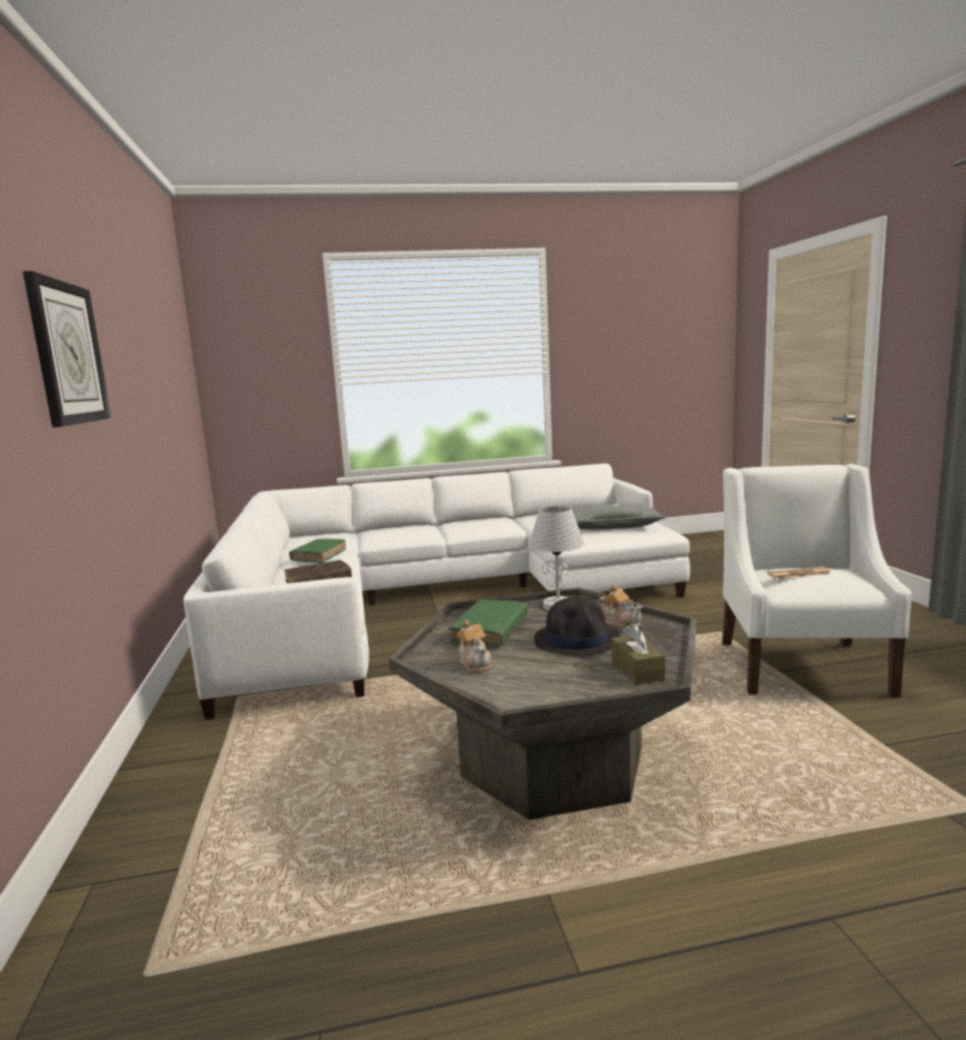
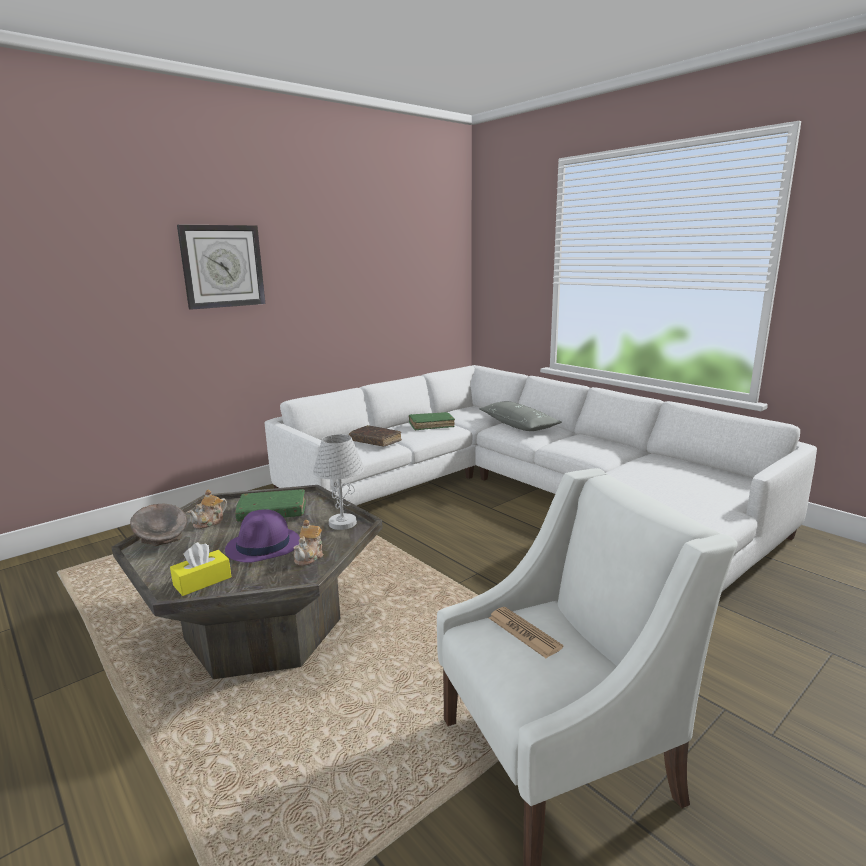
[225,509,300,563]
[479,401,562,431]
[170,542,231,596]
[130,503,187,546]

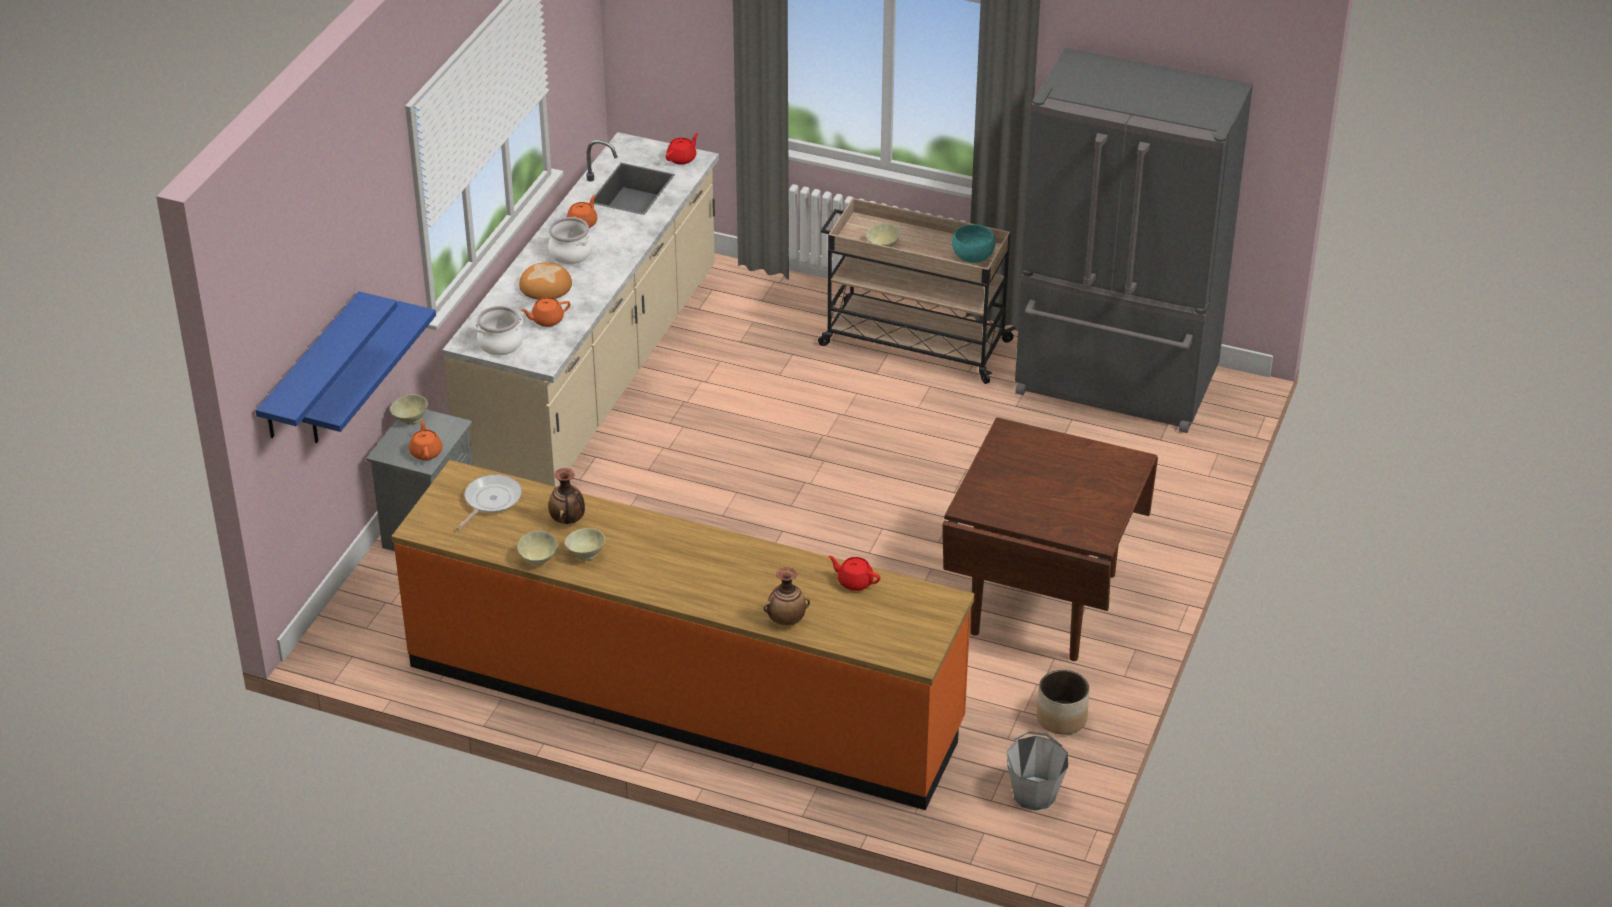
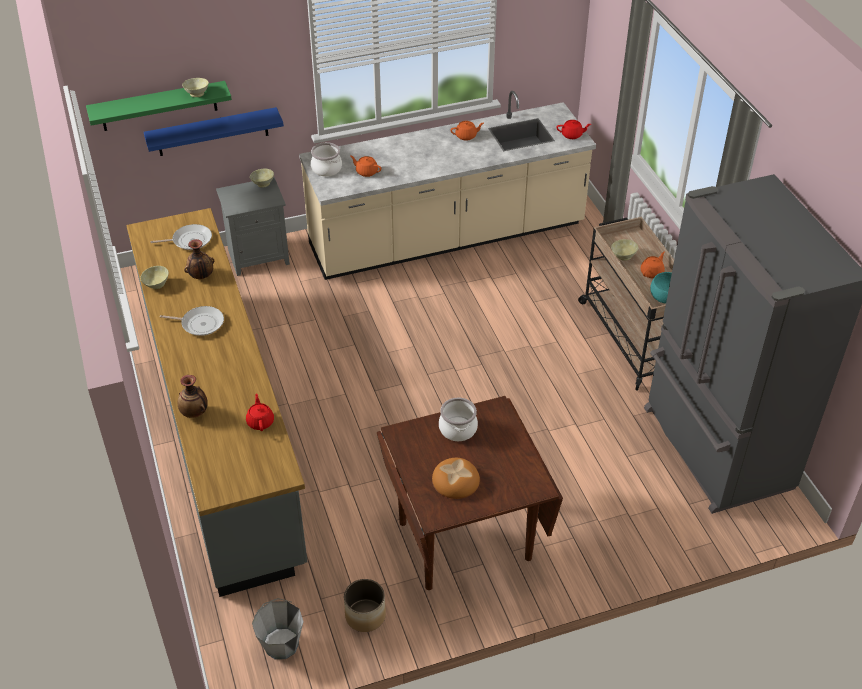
[86,81,232,131]
[126,208,308,597]
[640,252,665,278]
[432,458,480,499]
[439,398,478,441]
[182,78,209,97]
[160,306,224,336]

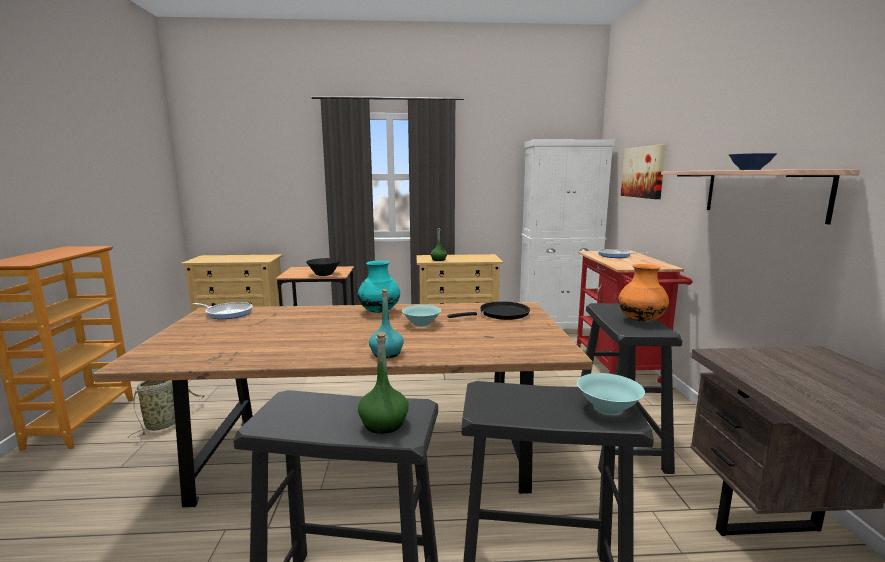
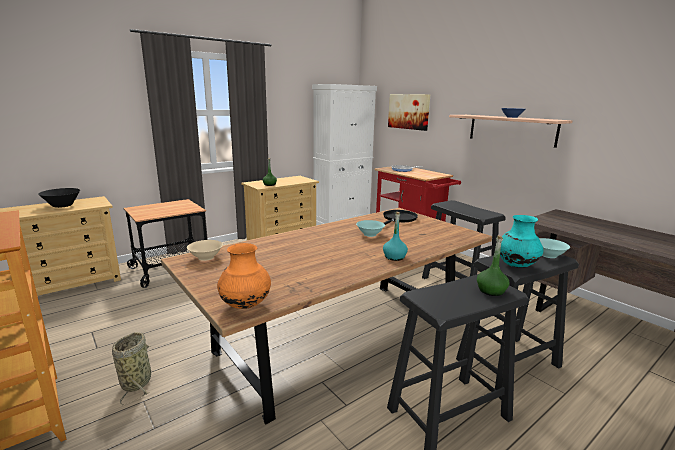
[187,240,223,261]
[38,188,80,208]
[500,215,543,268]
[217,243,271,309]

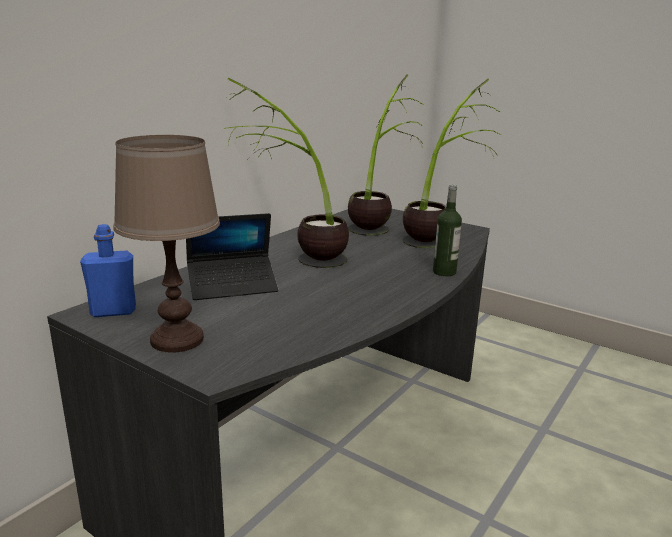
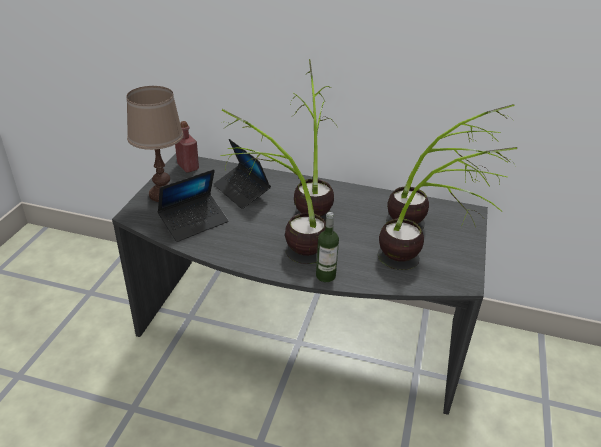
[175,121,199,173]
[158,169,228,242]
[220,109,326,264]

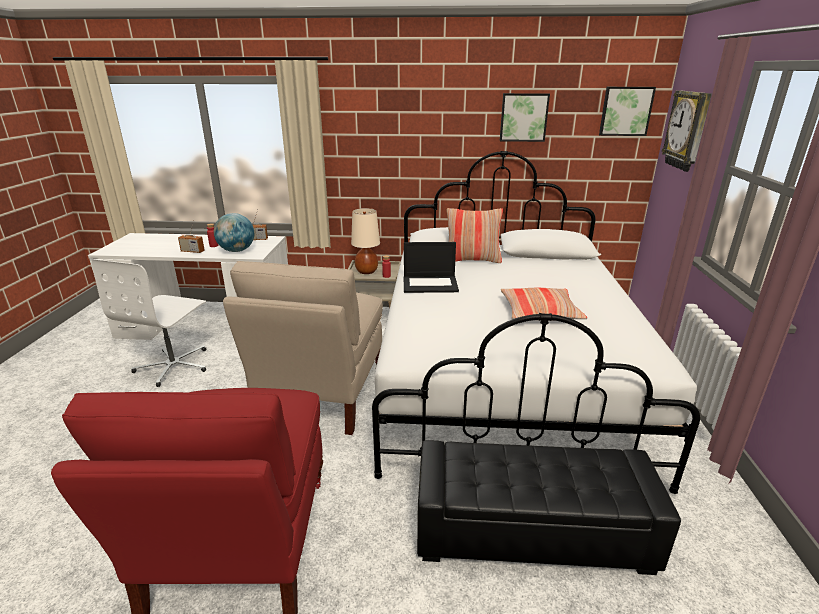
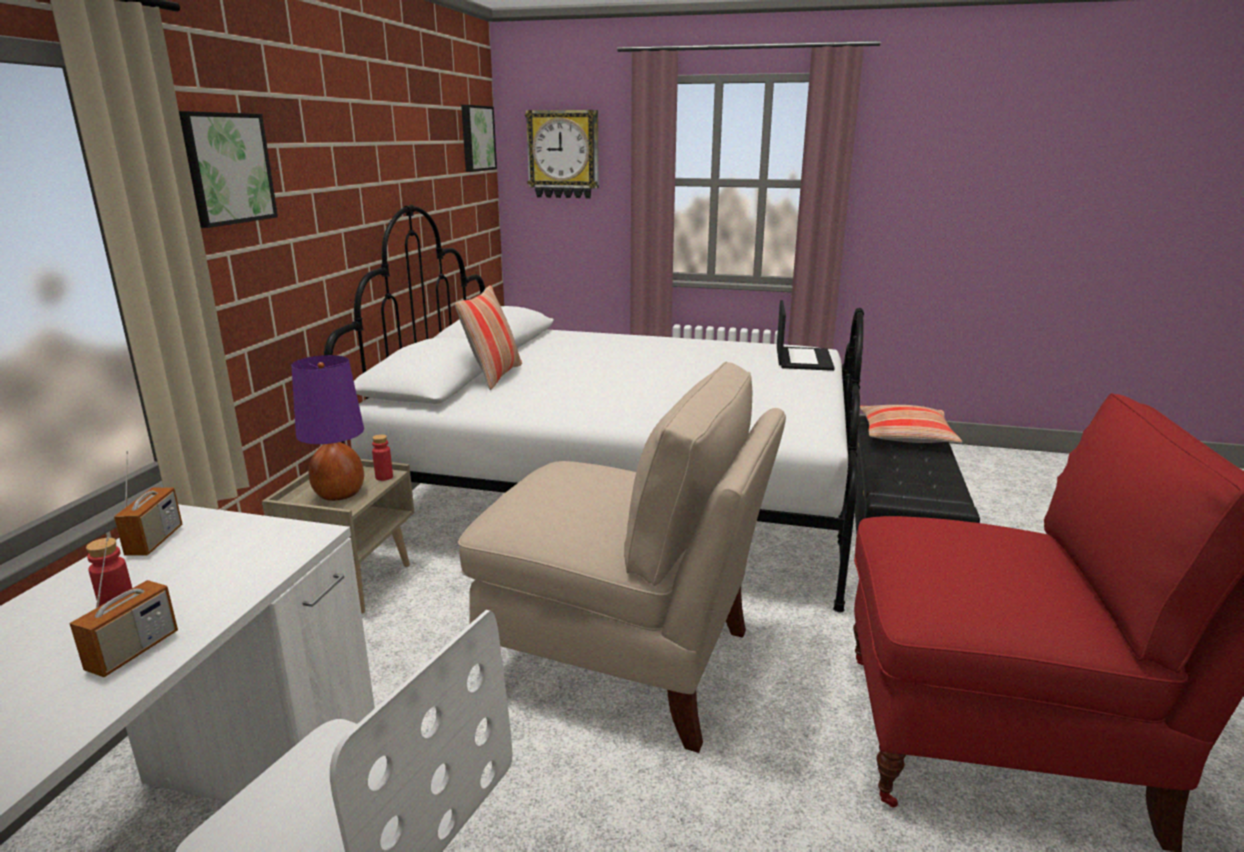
[214,213,254,252] (first image)
[291,355,364,501]
[777,300,835,371]
[179,111,278,228]
[860,405,962,443]

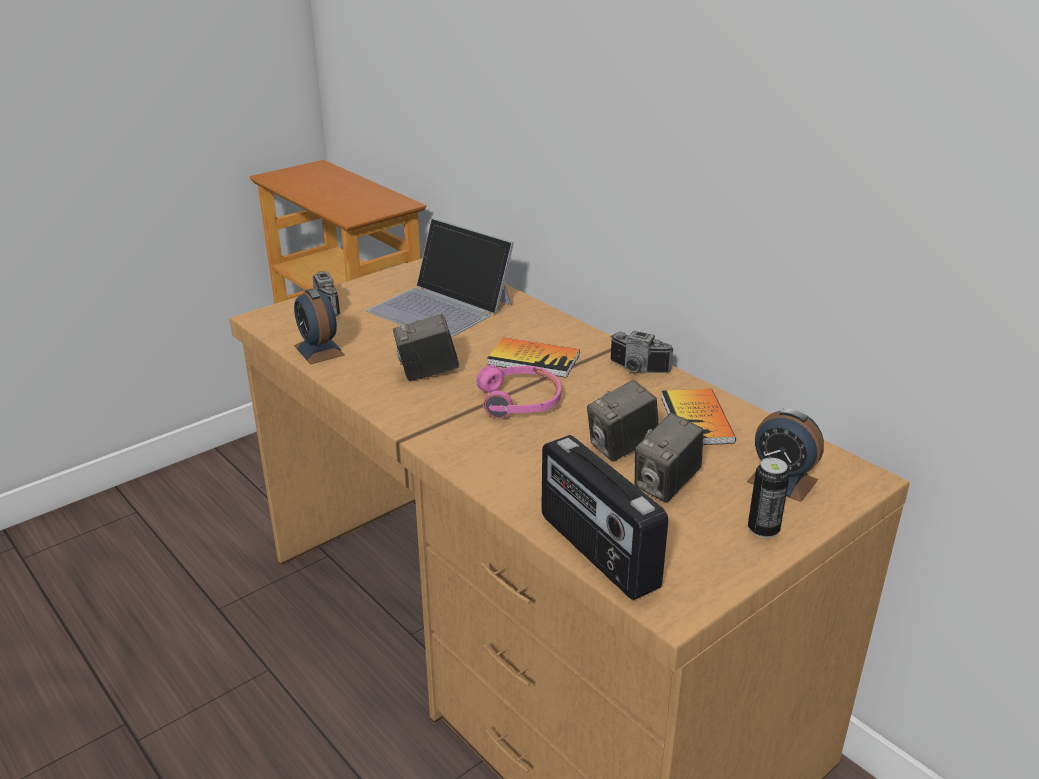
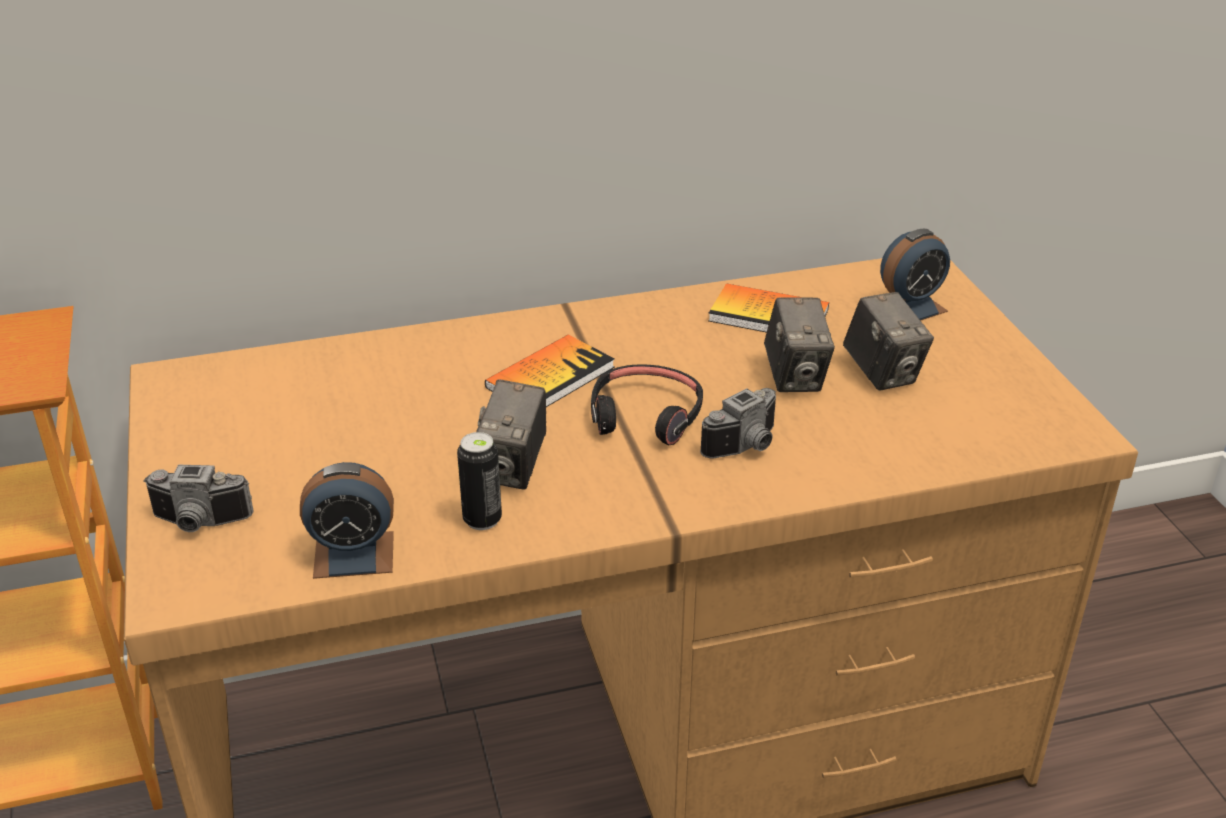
[367,218,514,337] (first image)
[591,364,703,445]
[541,435,668,600] (first image)
[700,388,776,458]
[457,432,502,530]

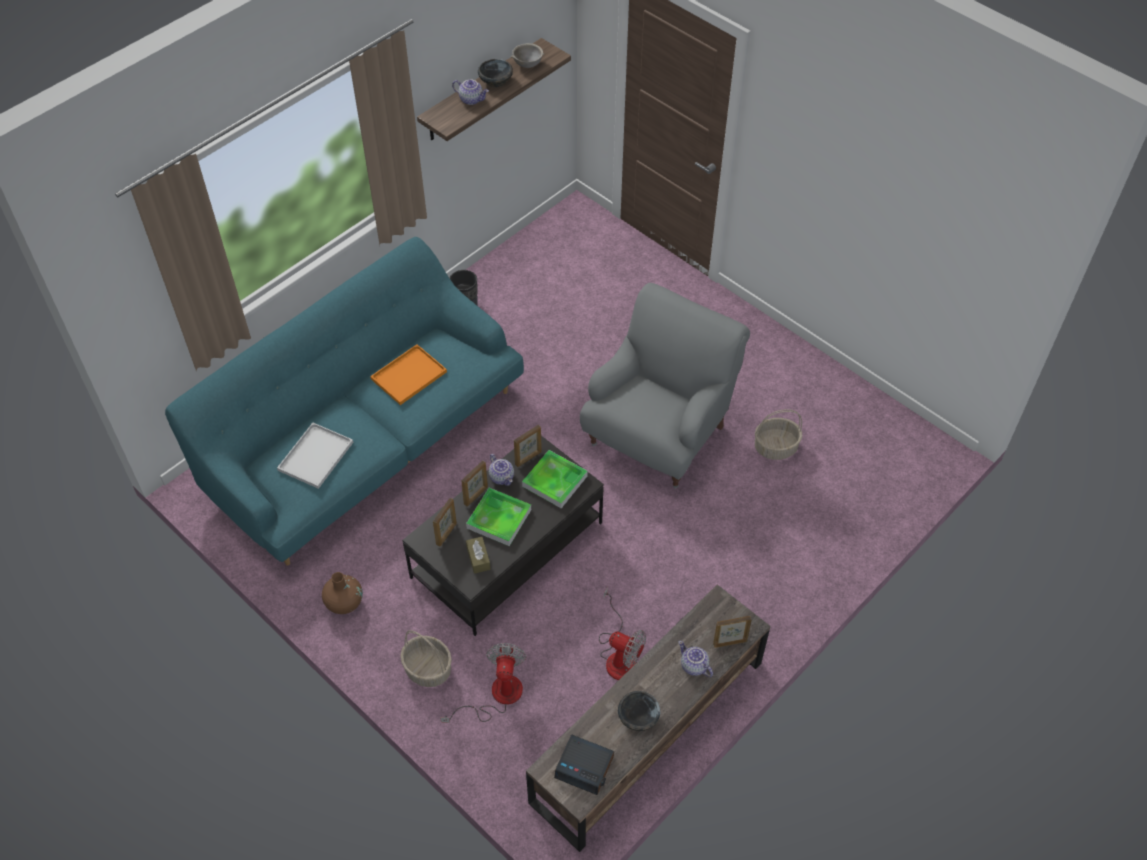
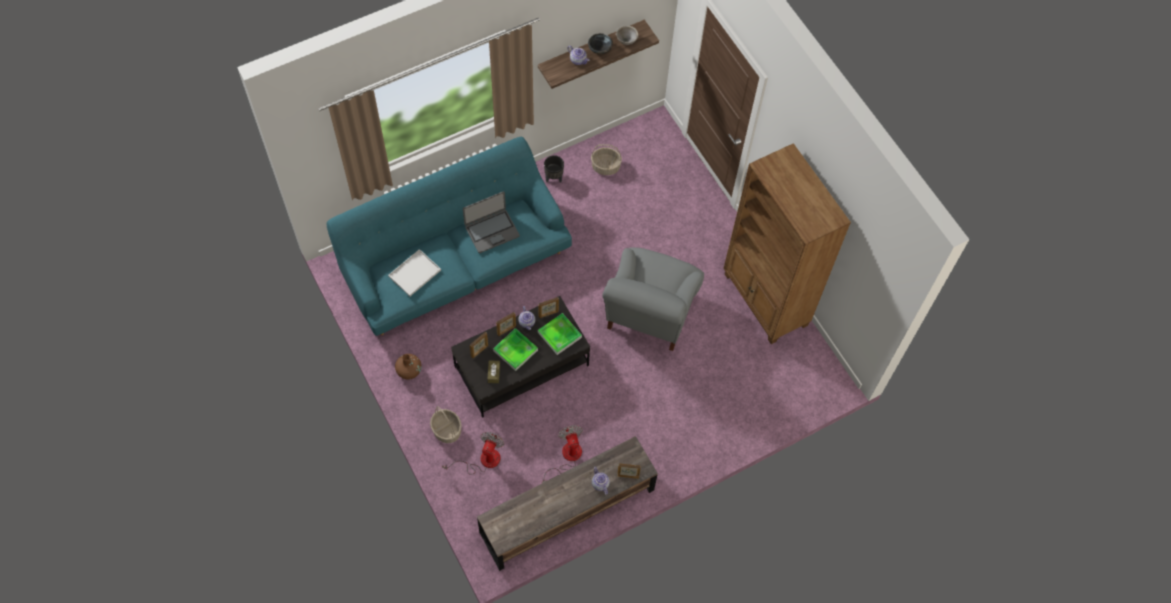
[463,191,520,253]
[554,734,614,795] (first image)
[602,247,704,351]
[542,425,583,483]
[618,691,660,731] (first image)
[591,144,622,175]
[723,143,851,344]

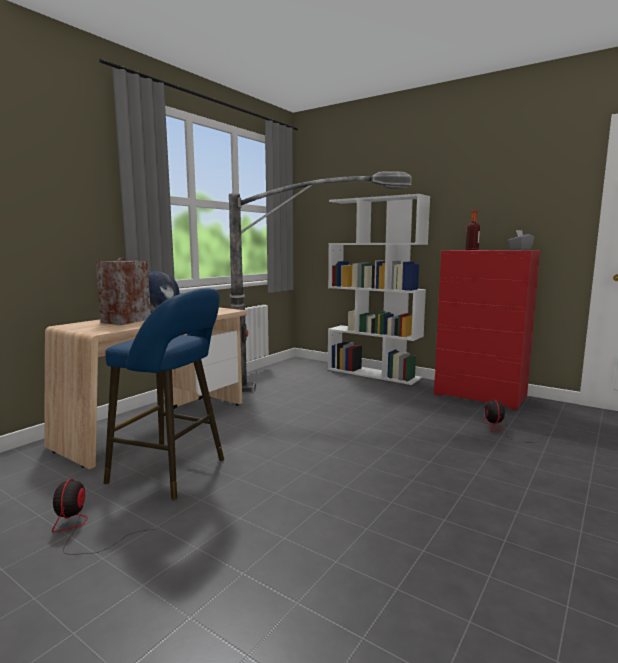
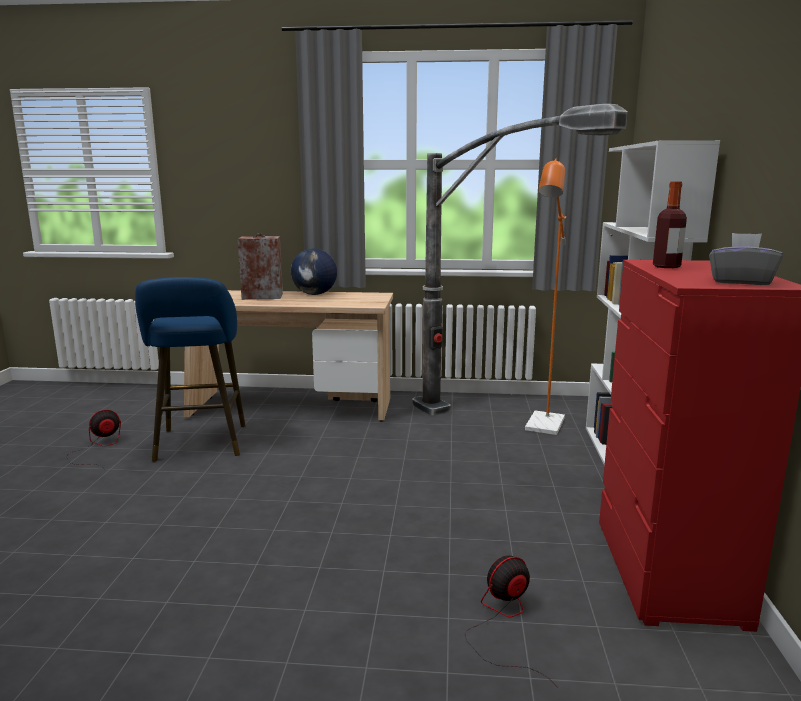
[525,159,567,435]

